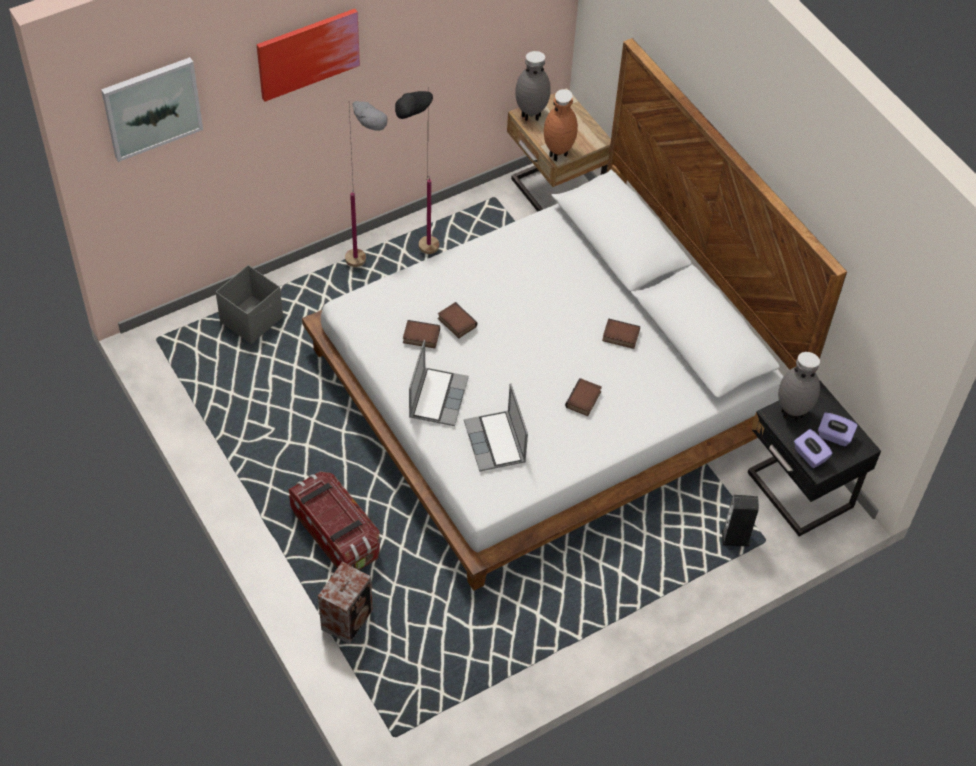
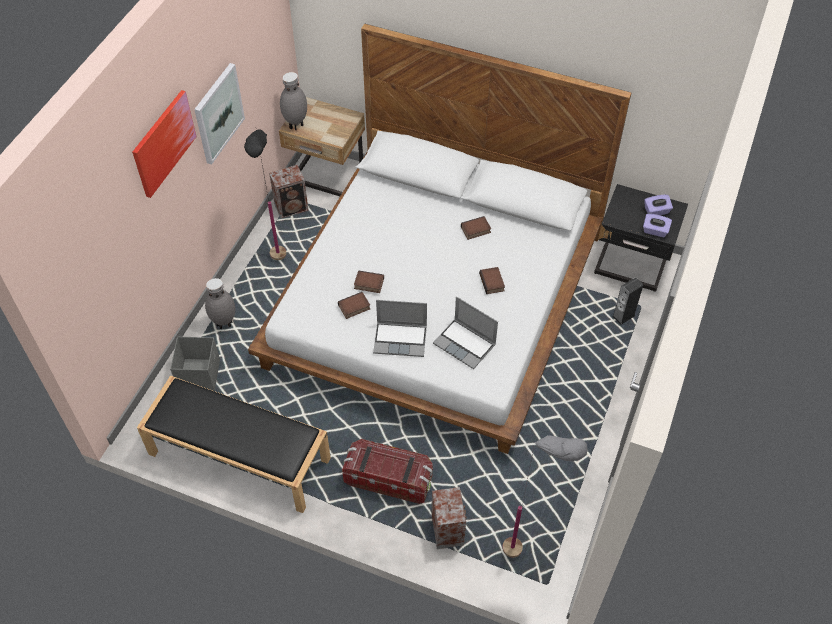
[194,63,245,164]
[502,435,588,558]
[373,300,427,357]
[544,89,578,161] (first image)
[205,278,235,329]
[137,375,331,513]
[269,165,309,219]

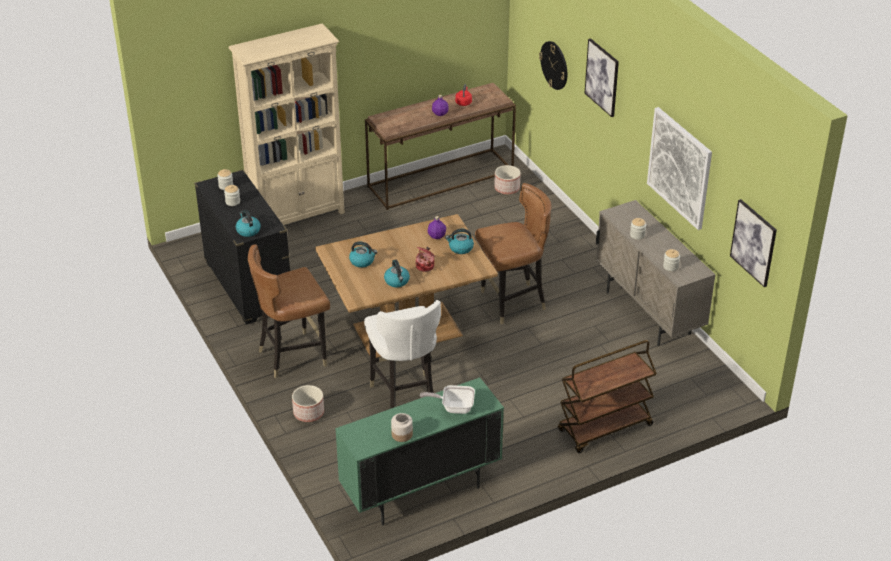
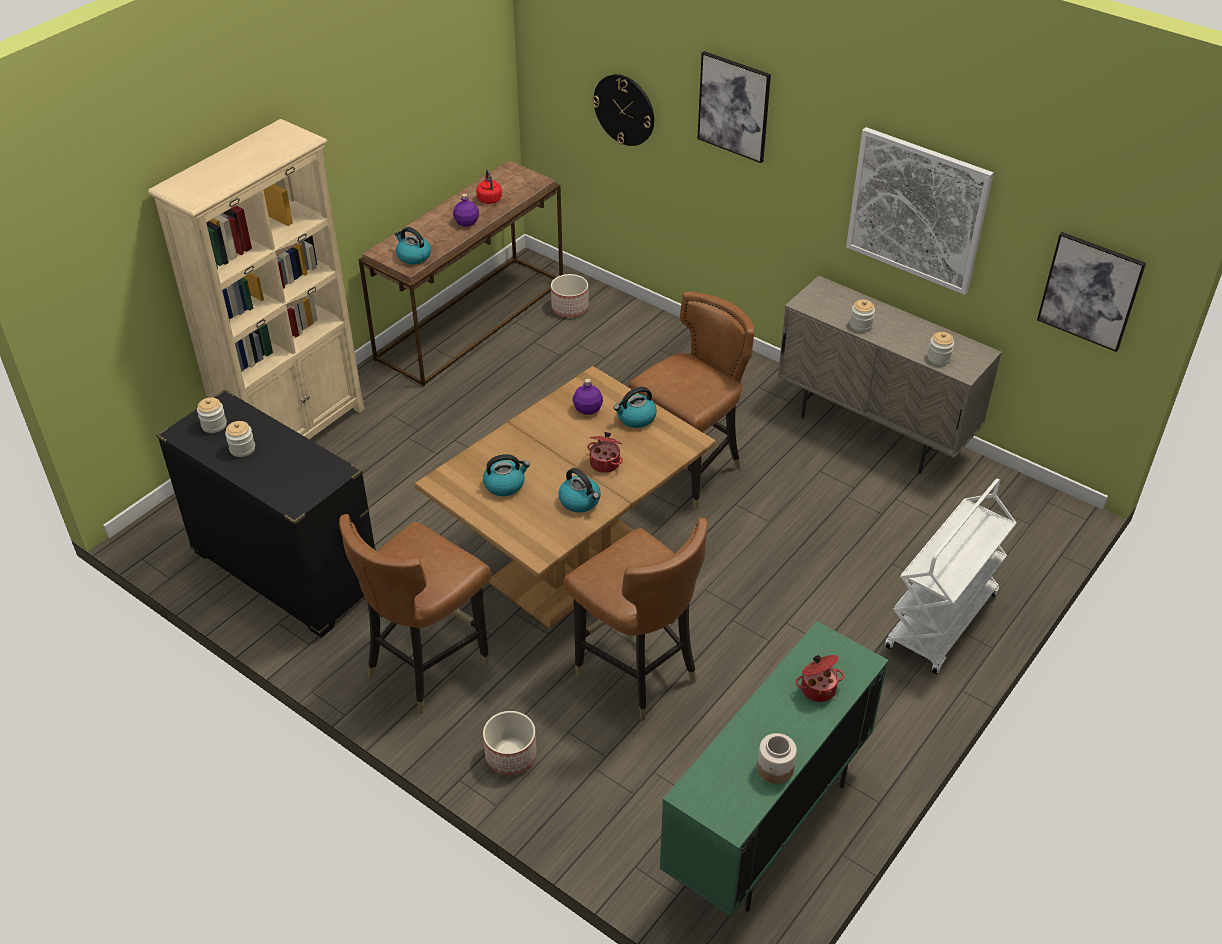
[395,227,431,264]
[563,518,708,721]
[795,655,844,702]
[885,479,1017,674]

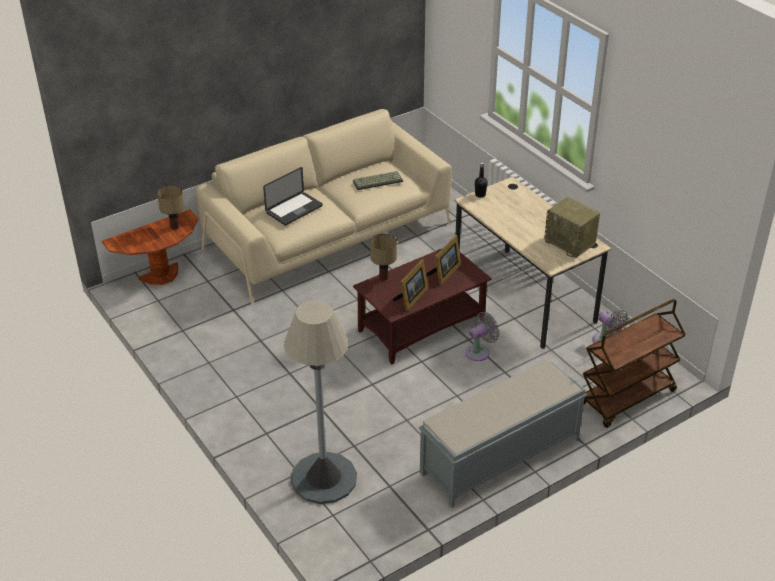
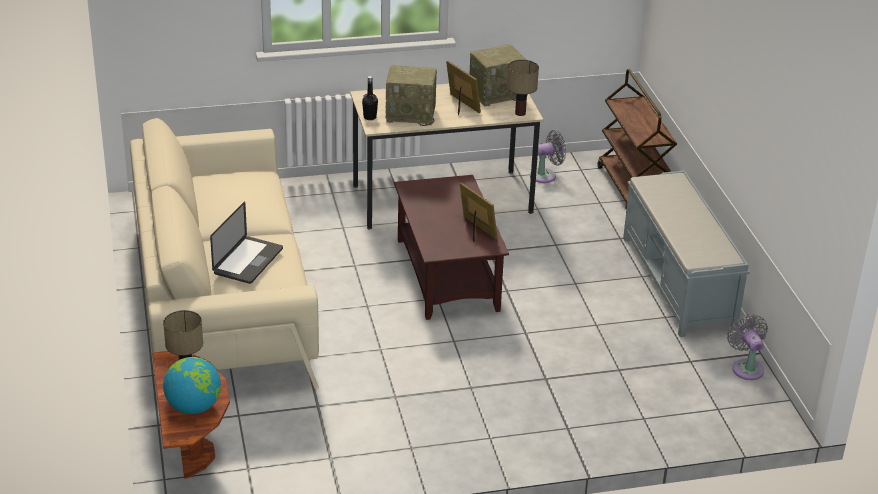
[210,202,283,284]
[284,300,357,504] (first image)
[353,171,403,190] (first image)
[507,60,539,116]
[446,61,481,116]
[727,314,768,380]
[163,357,221,414]
[386,65,437,126]

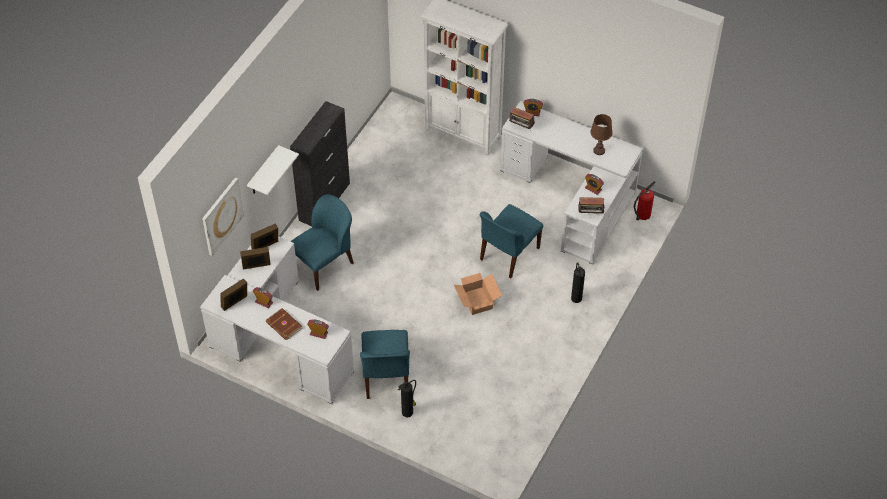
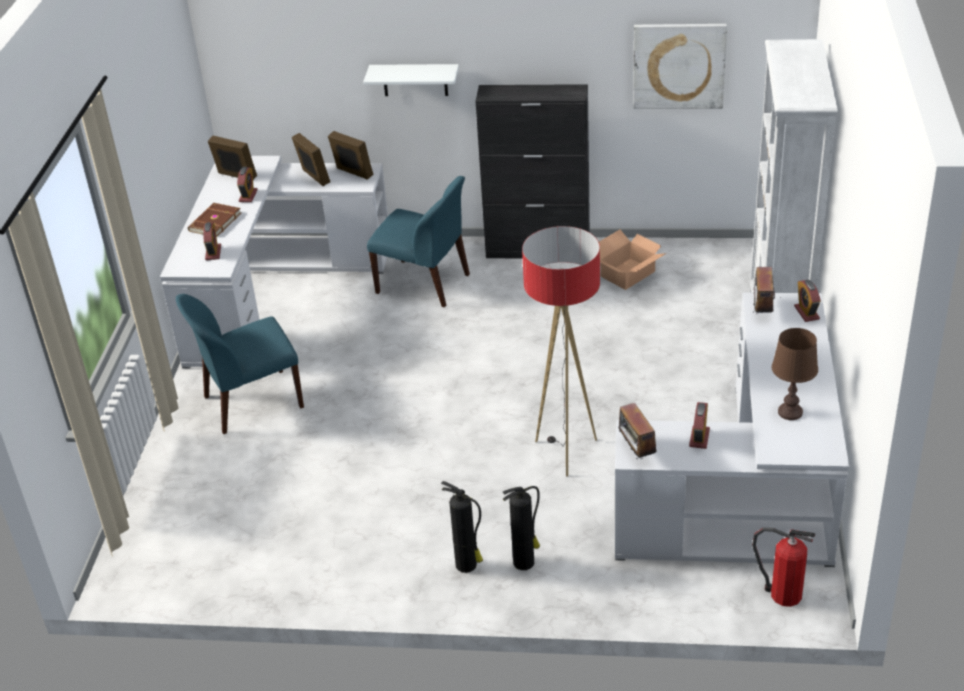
[633,24,727,109]
[441,481,483,573]
[599,230,667,290]
[522,226,600,477]

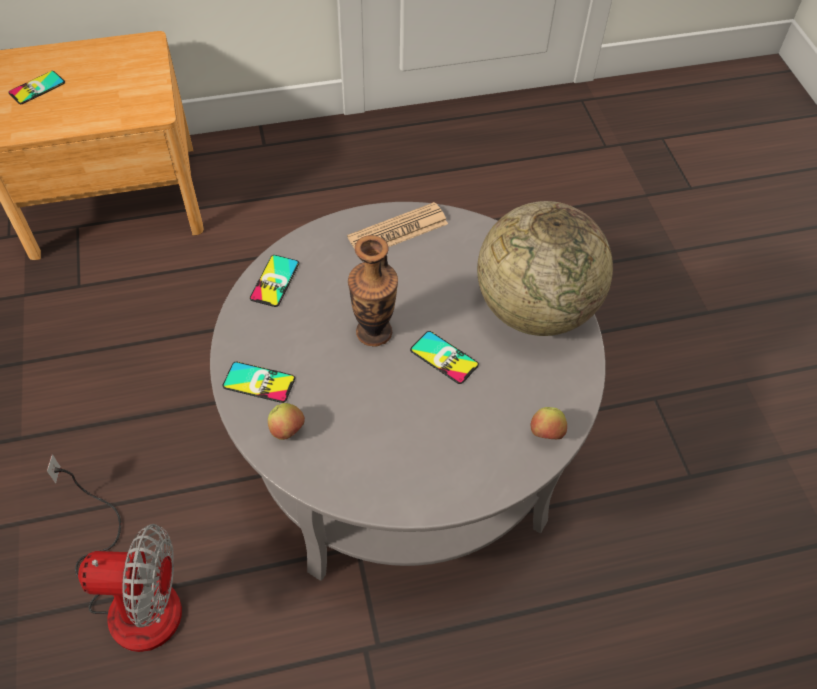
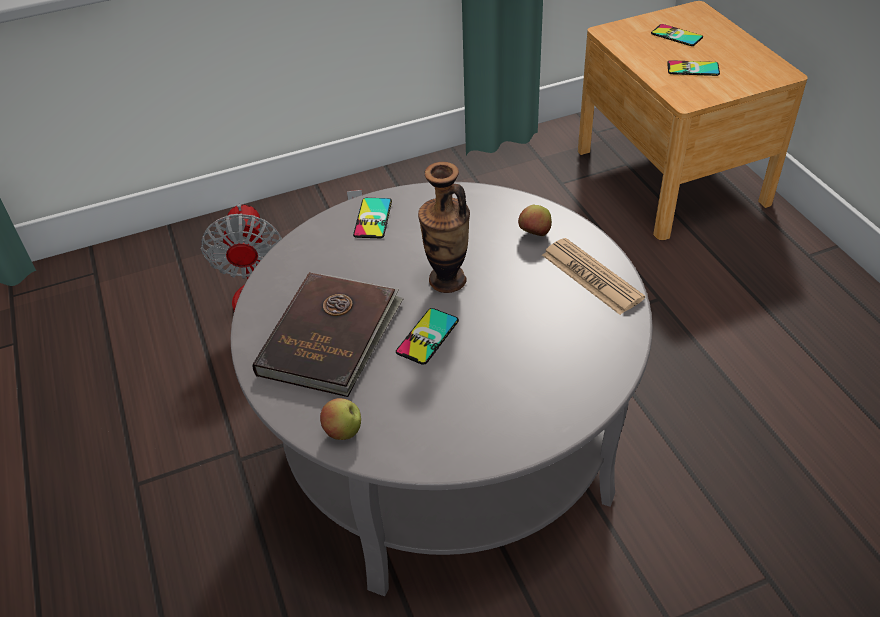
[667,60,720,76]
[518,205,552,236]
[477,201,613,336] (first image)
[253,272,404,397]

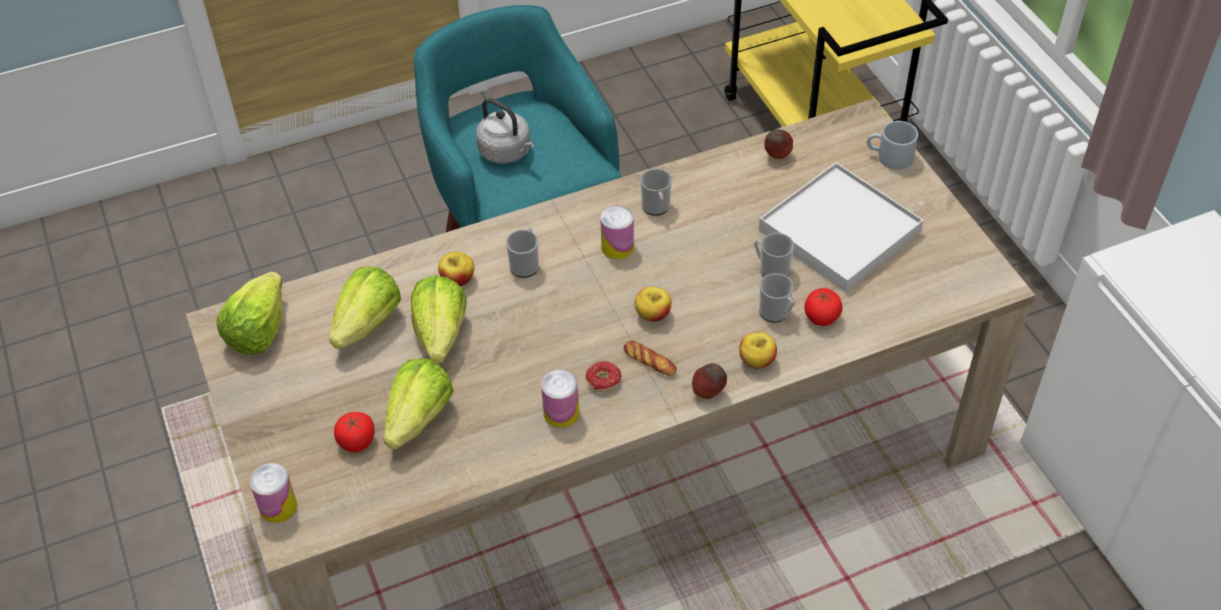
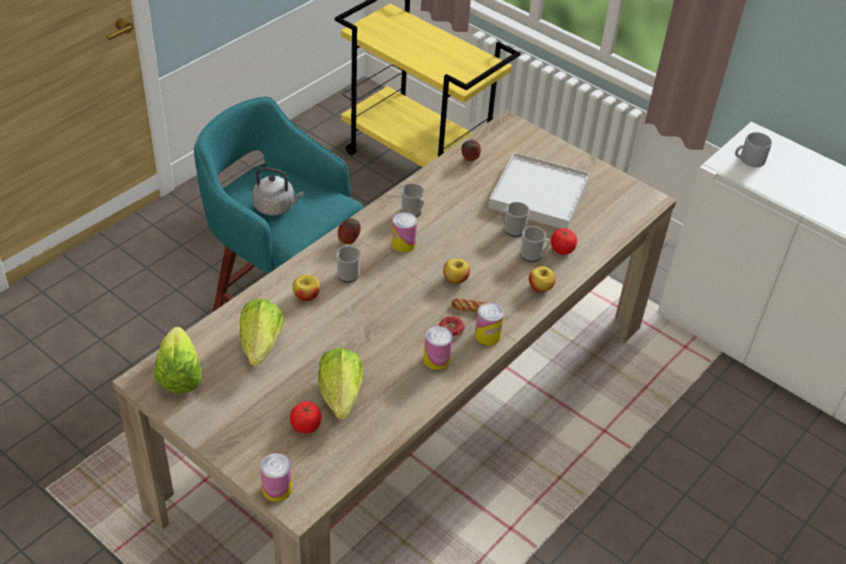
[411,275,467,363] (first image)
[338,218,361,244]
[735,132,772,167]
[475,302,504,346]

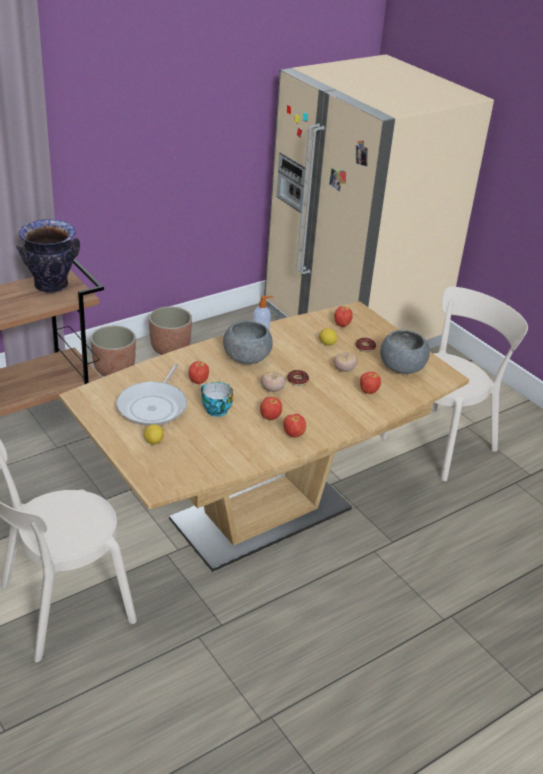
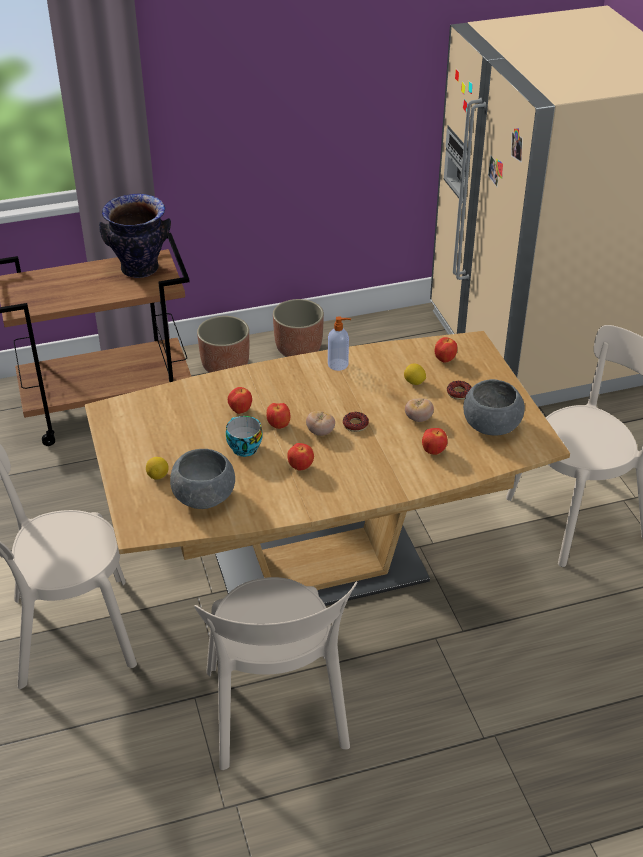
[116,364,187,426] (first image)
[170,449,235,509]
[266,403,291,429]
[194,577,357,770]

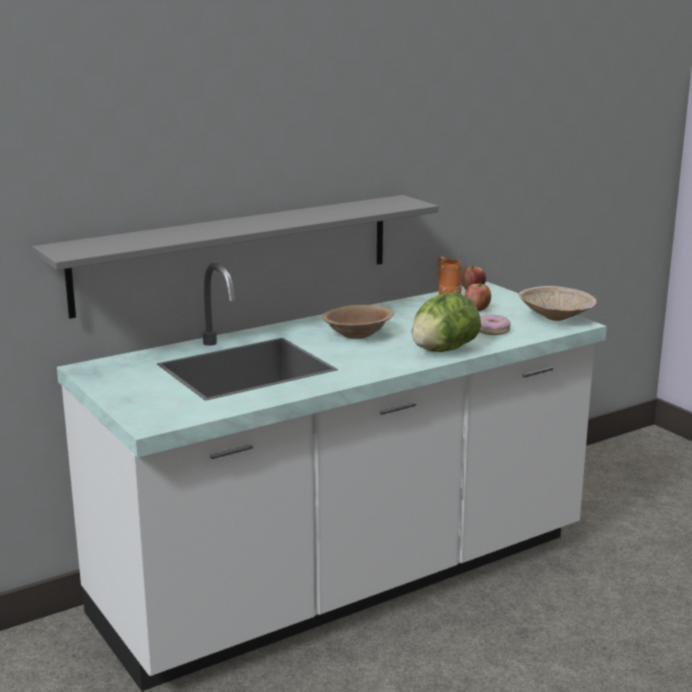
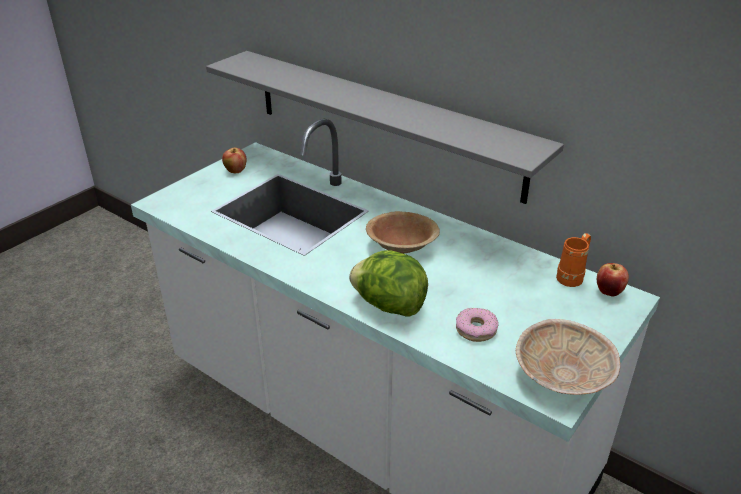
[222,148,247,173]

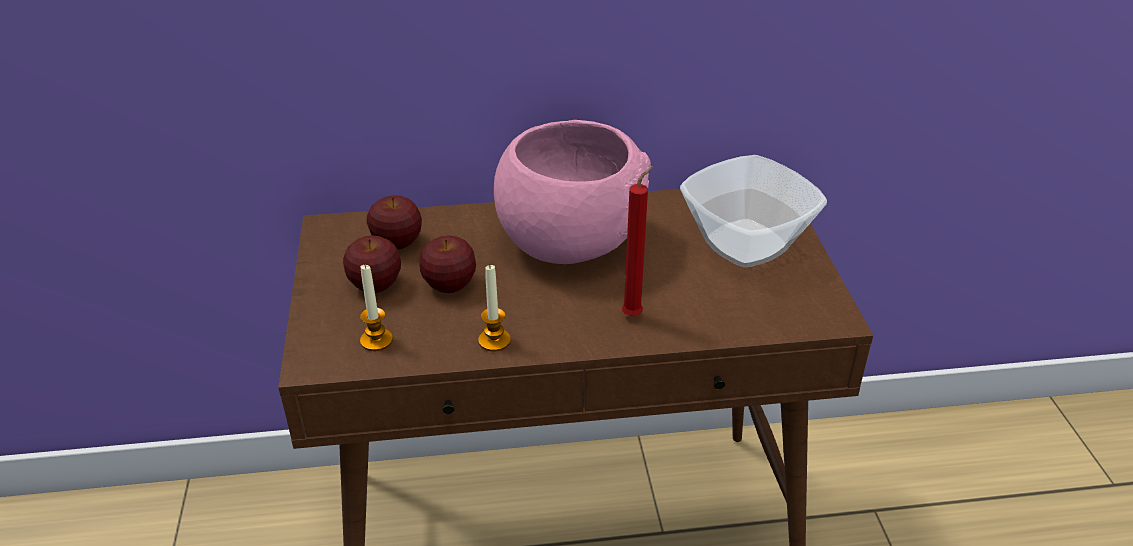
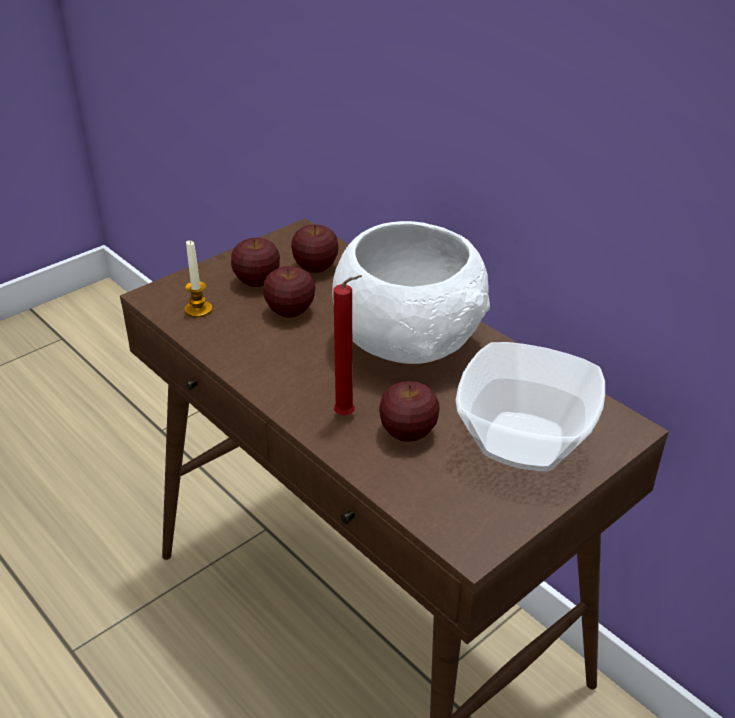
[478,265,511,351] (first image)
[332,221,490,364]
[379,381,440,442]

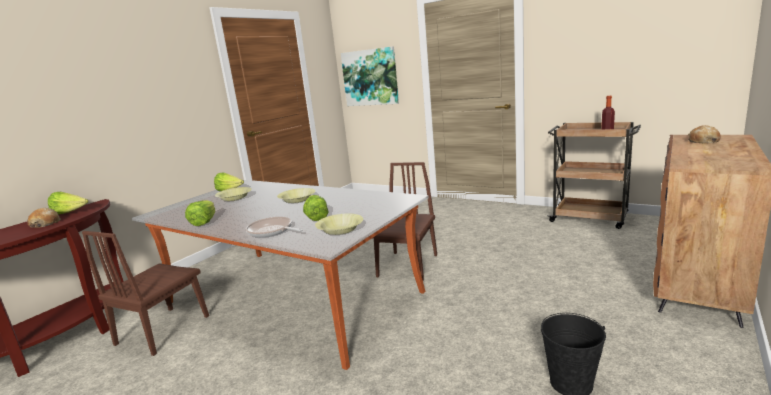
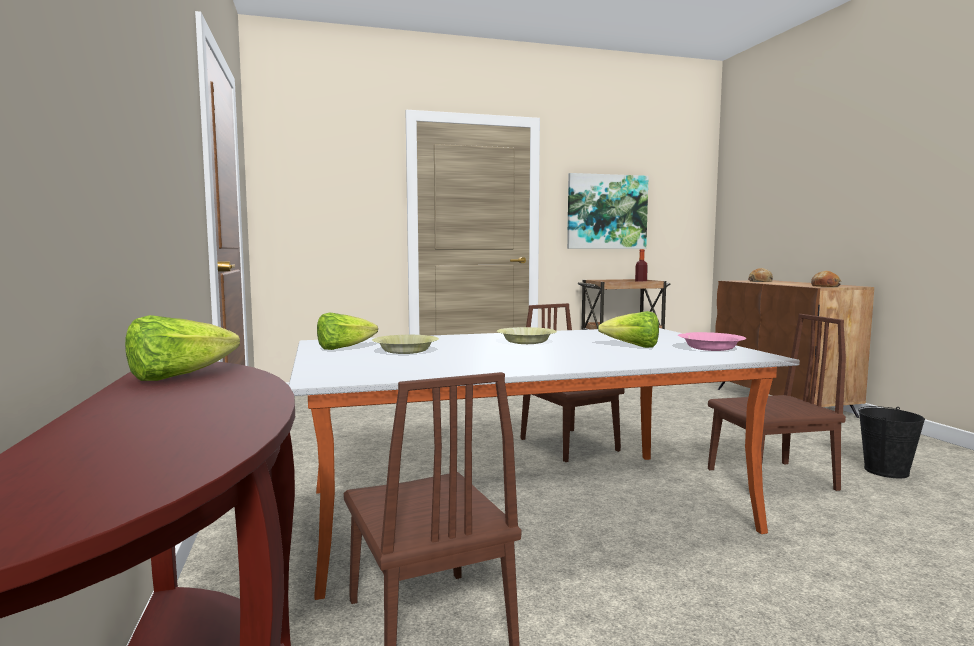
[811,271,841,287]
[185,200,215,226] (first image)
[246,217,303,237] (first image)
[678,332,746,351]
[567,173,649,249]
[708,314,846,491]

